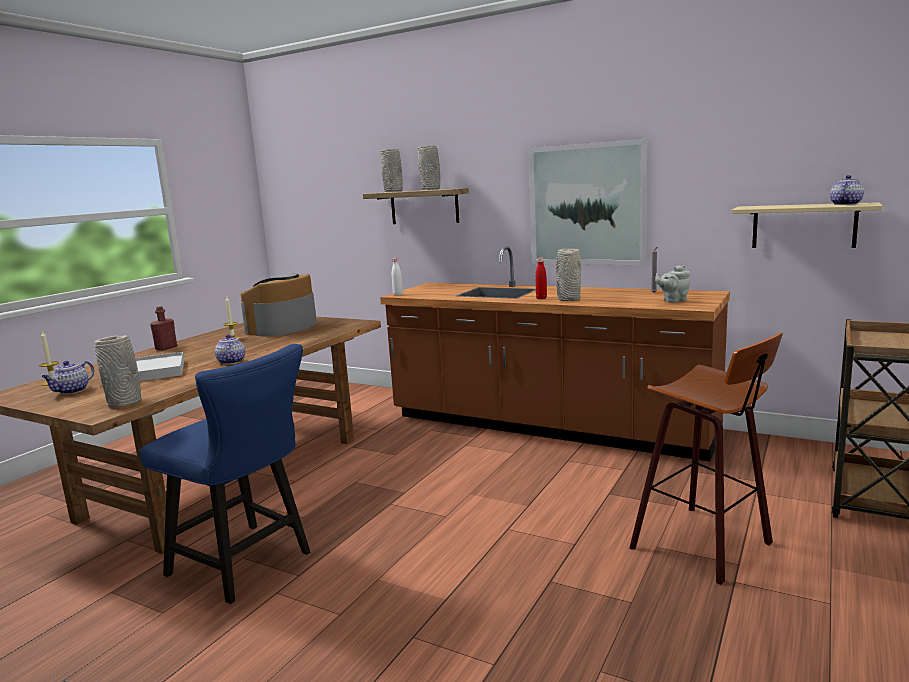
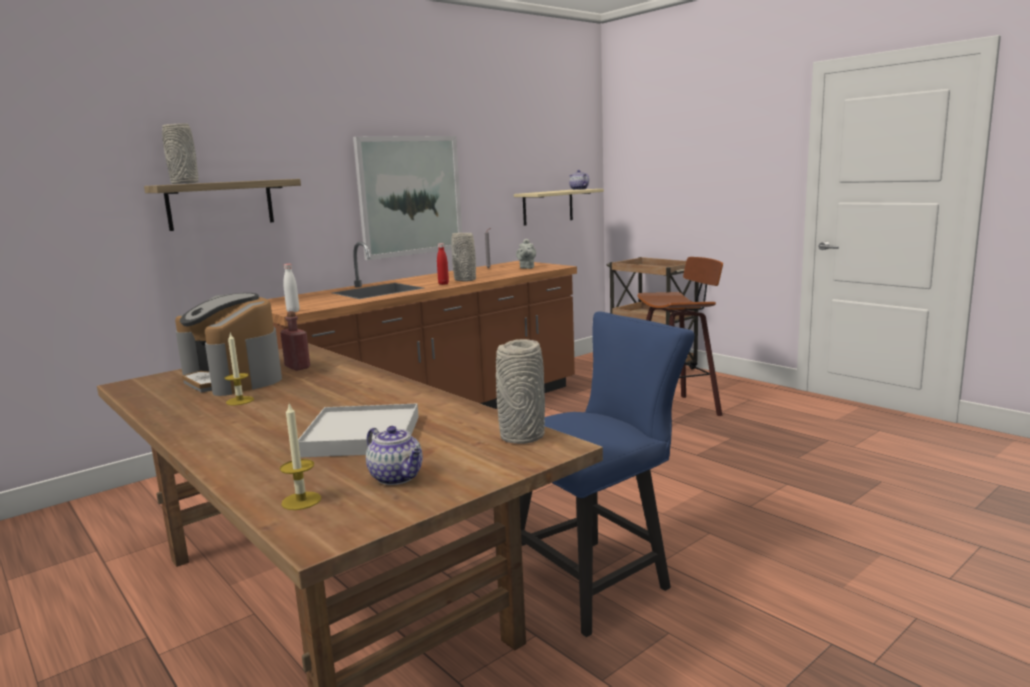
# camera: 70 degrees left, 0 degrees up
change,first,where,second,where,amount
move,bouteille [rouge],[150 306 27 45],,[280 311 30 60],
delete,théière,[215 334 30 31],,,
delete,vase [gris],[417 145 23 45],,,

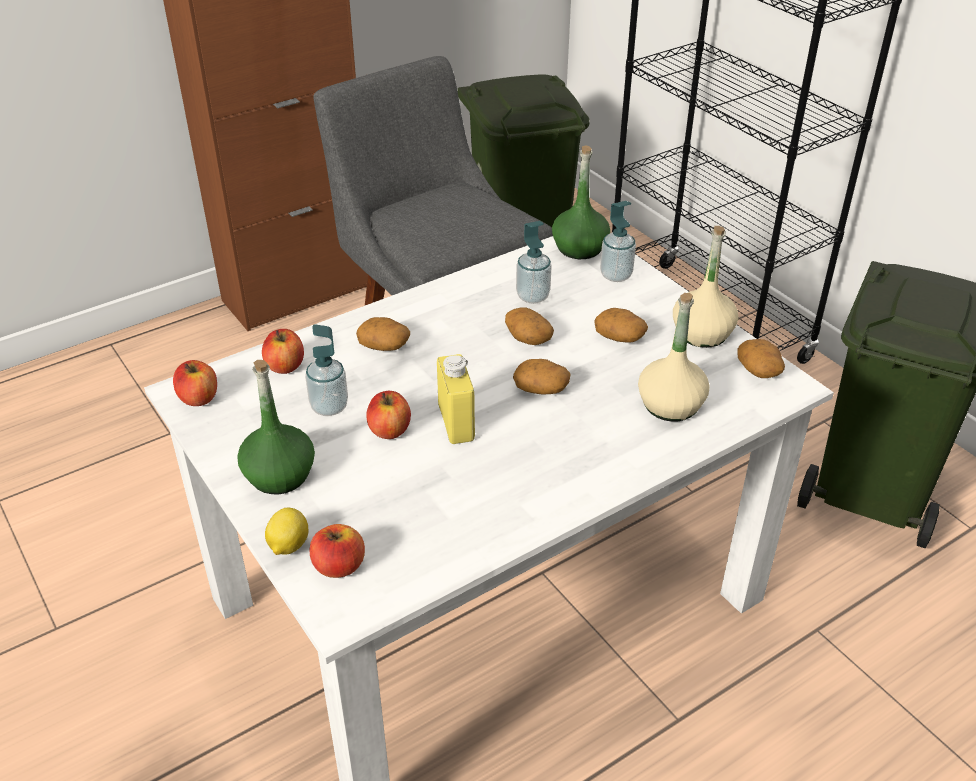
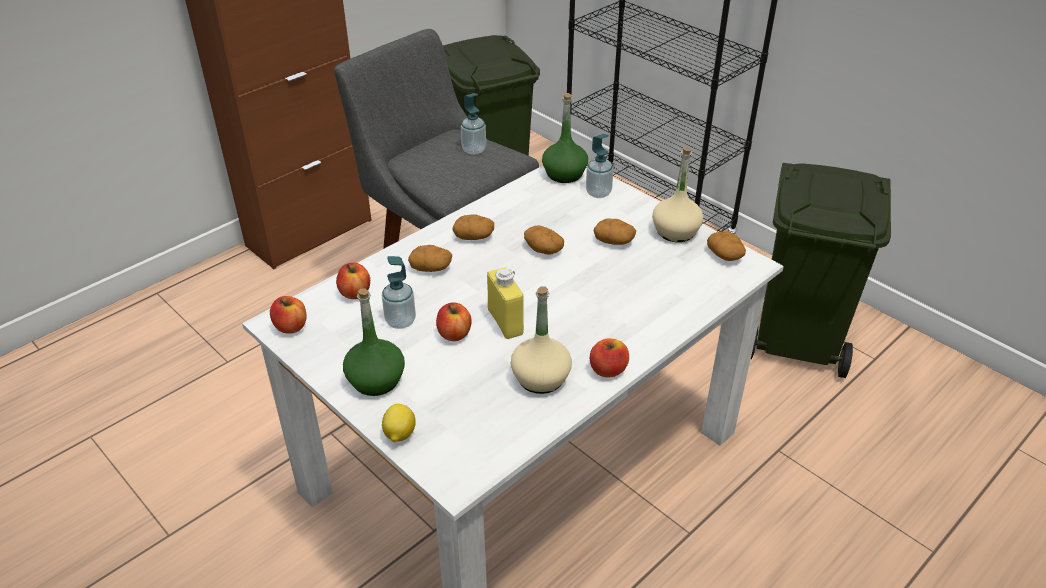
# camera: 10 degrees left, 0 degrees up
change,first,where,second,where,amount
move,pomme de terre,[513 359 58 36],,[452 214 42 26],
move,distributeur de savon,[516 221 36 83],,[461 93 25 62],
move,bouteille [beige],[638 293 72 129],,[511 286 61 108],
move,pomme,[309 524 56 54],,[590 338 39 40],

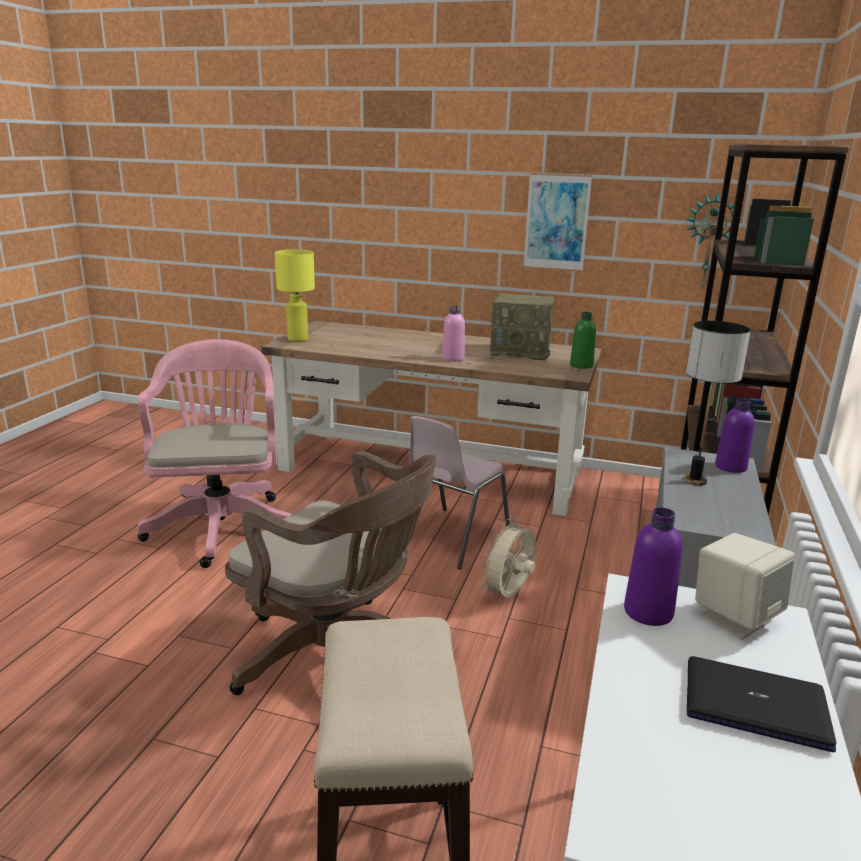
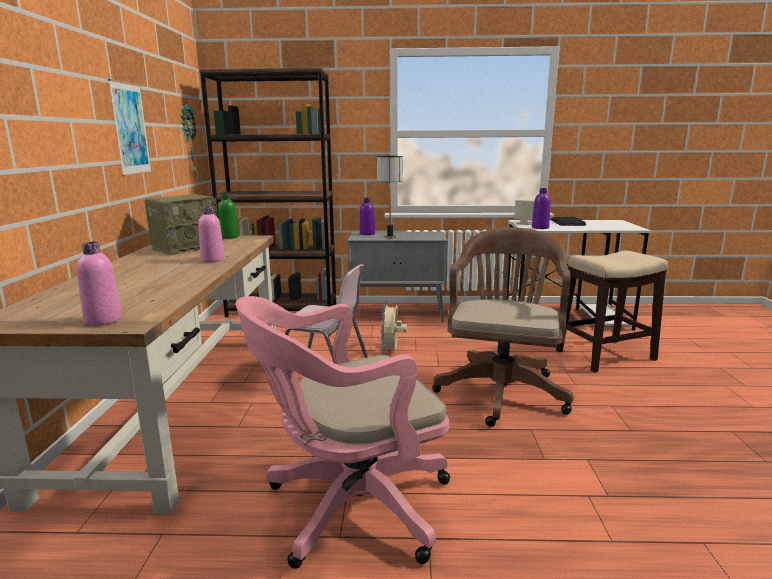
# camera: 105 degrees left, 5 degrees down
change,first,where,second,where,amount
replace,lampe de table [jaune],[275 250 40 91],bouteille [rose],[76 242 46 84],
rotate,radio,[490 293 64 67],,[144 194 79 61],45 degrees clockwise
rotate,ventilateur [beige],[479 518 57 79],,[380 301 27 53],75 degrees clockwise

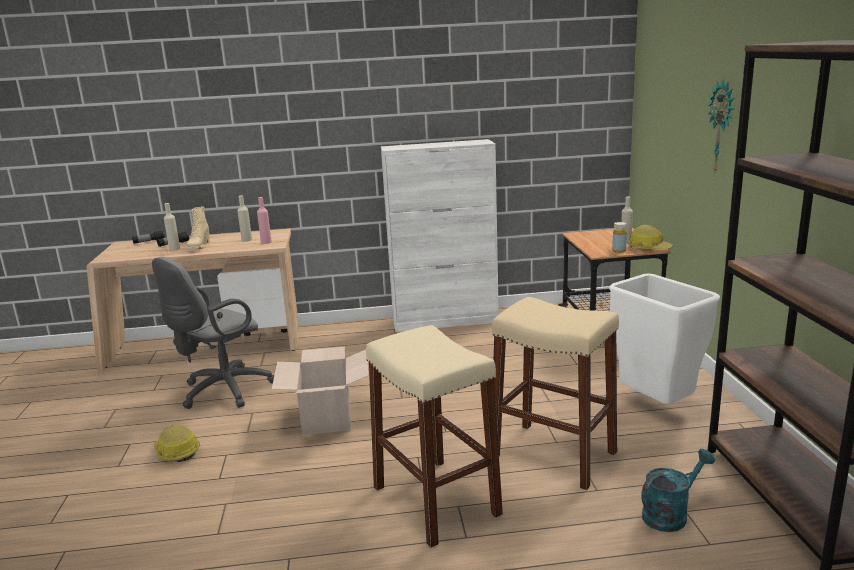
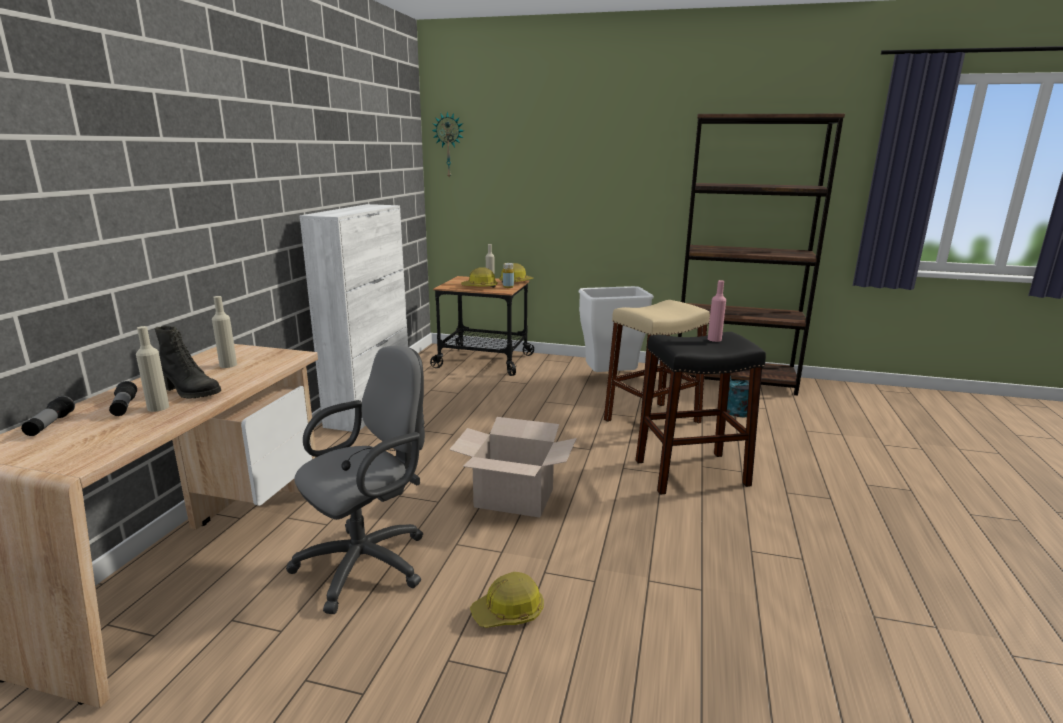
# camera: 70 degrees left, 0 degrees up
change,first,where,second,where,amount
recolor,botte [beige],[186 206 23 44],botte [noir],[154 326 67 73],
rotate,chaise de bureau [gris],[152 257 122 152],,[286 346 139 268],105 degrees counterclockwise
move,horloge murale,[708 80 26 92],,[432 111 32 68],
insert,,,casque de chantier,[461 267 37 21],
recolor,tabouret [beige],[366 325 137 223],tabouret [noir],[636 332 130 163],
move,bouteille [rose],[257 197 15 47],,[708 280 18 62],

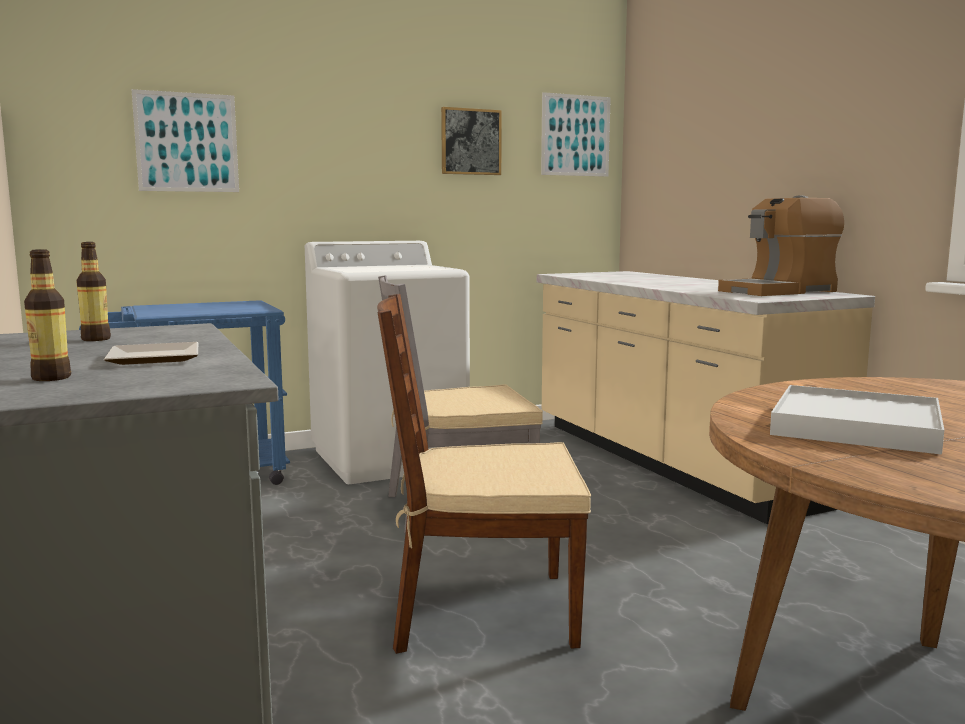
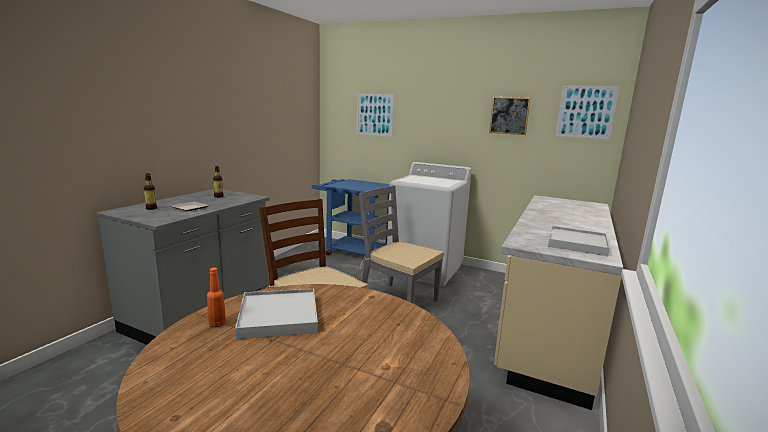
# camera: 50 degrees right, 5 degrees up
change,first,where,second,where,amount
insert,,,bouteille [orange],[207 267 19 60],
replace,machine à café,[718 196 126 100],plateau [blanc],[548 226 62 30],

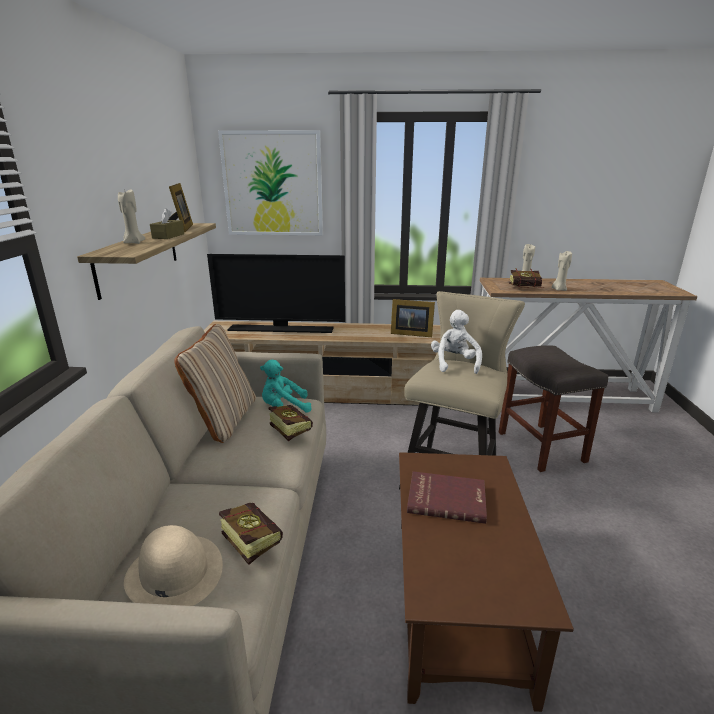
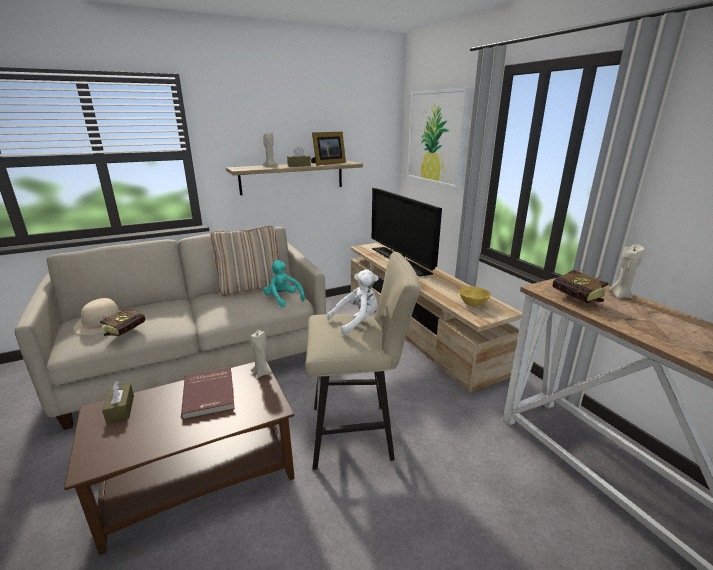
# camera: 60 degrees right, 0 degrees up
change,first,where,second,where,amount
insert,,,boîte à mouchoirs [marron],[102 381 32 43],
move,bougie [beige],[552 250 20 41],,[250 330 22 48],
replace,cadre photo,[391 299 44 38],bol [jaune],[459 286 32 20],
delete,livre,[269 405 44 36],,,
delete,tabouret [gris],[499 345 109 127],,,

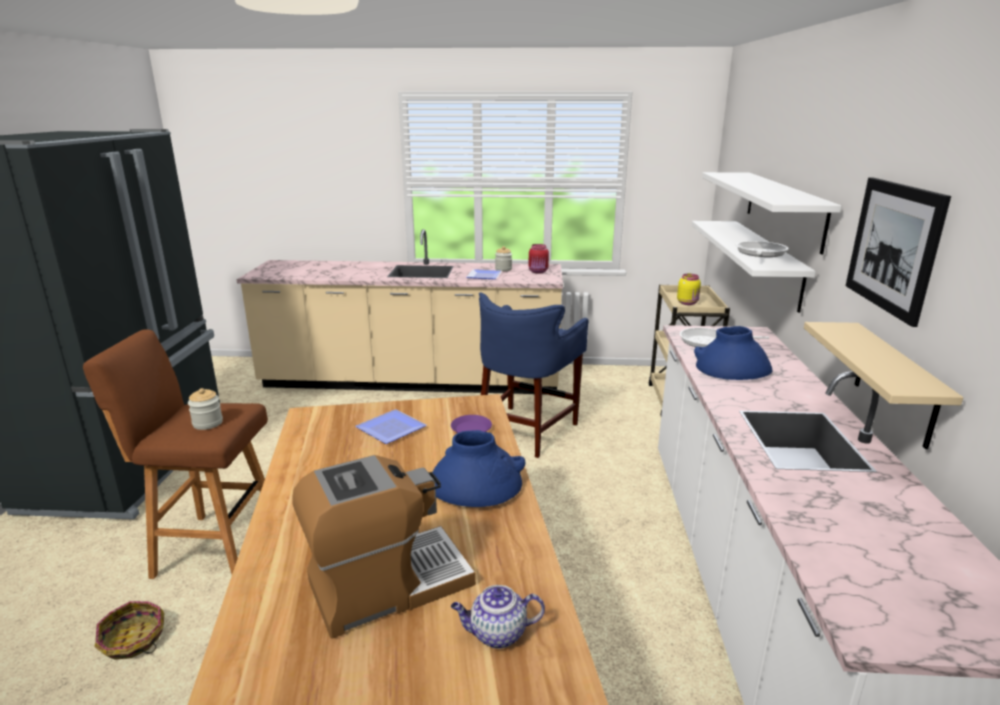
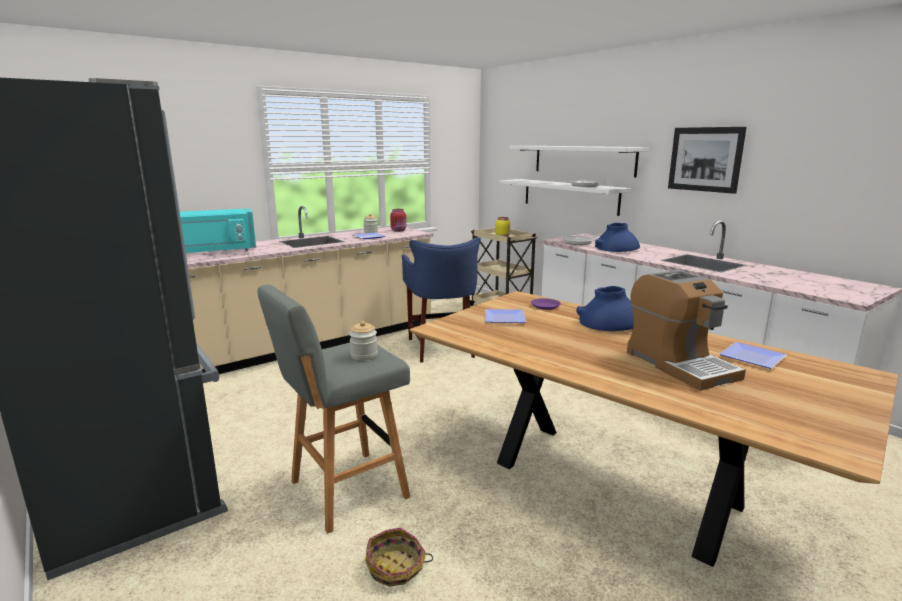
# camera: 40 degrees left, 5 degrees down
change,first,where,second,where,amount
insert,,,micro-ondes [turquoise],[180 208 76 45],
recolor,tabouret [marron],[83 329 185 250],tabouret [gris],[257 285 153 248],
rotate,machine à café,[292 455 184 184],,[627 270 119 121],135 degrees clockwise
replace,théière,[451 585 94 64],assiette,[719 342 68 27],
delete,étagère [beige],[804 322 159 127],,,

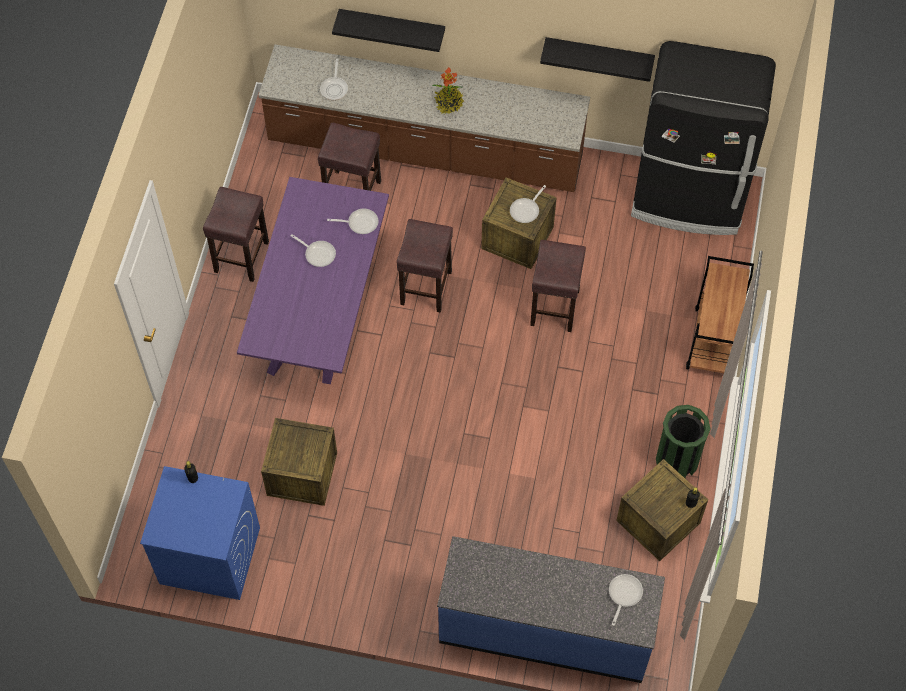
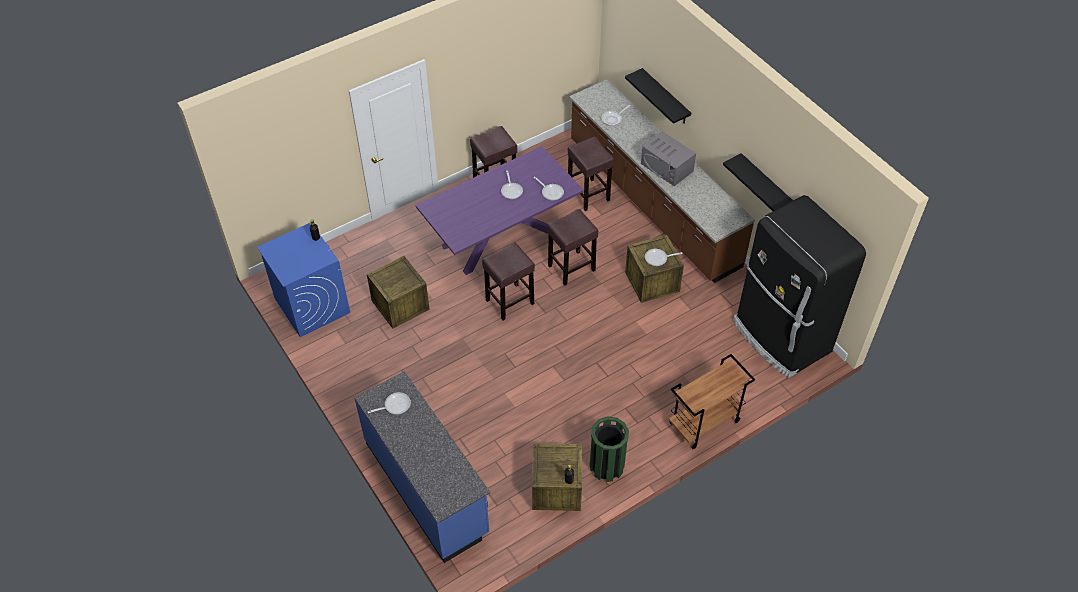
# camera: 45 degrees right, 10 degrees down
change,first,where,second,where,amount
move,poêle,[609 574 34 52],,[368 392 43 22],
move,tabouret [marron],[530 240 56 92],,[482 242 53 78],
replace,plante en pot,[432 67 32 47],micro-ondes [gris],[641 131 55 55],

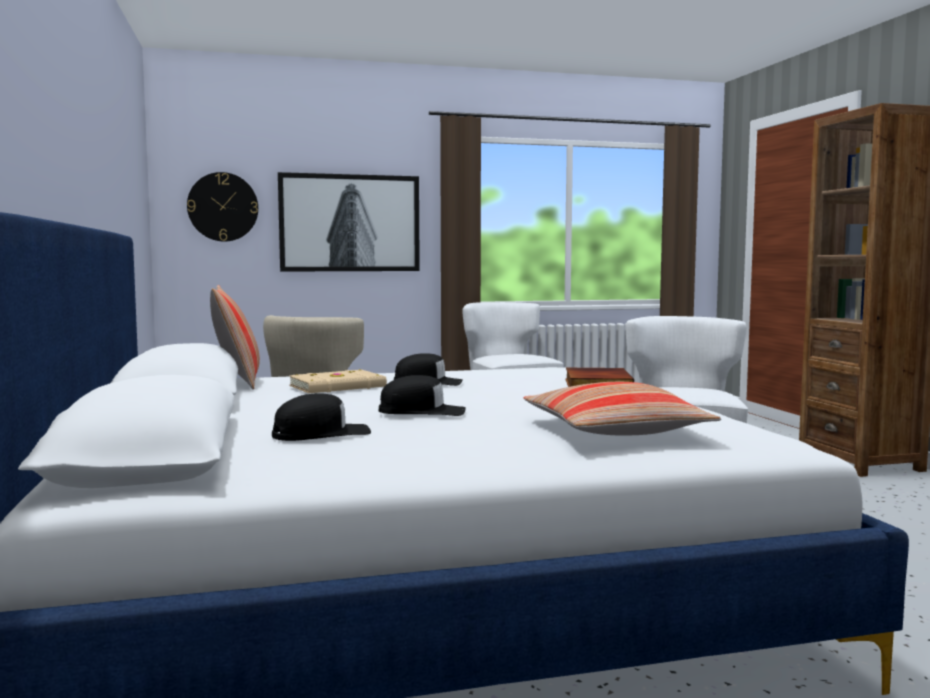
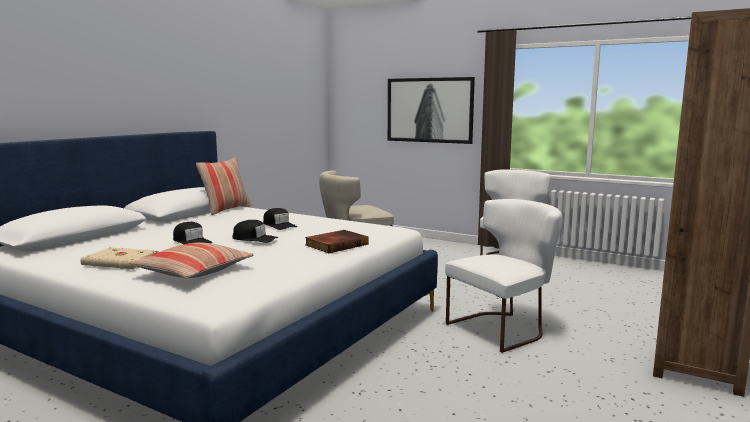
# camera: 45 degrees right, 5 degrees up
change,first,where,second,where,amount
move,livre [beige],[289 369 98 24],,[80 247 79 22],
move,casquette [noir],[272 393 99 48],,[232 220 46 23],
delete,horloge murale,[187 172 71 70],,,

